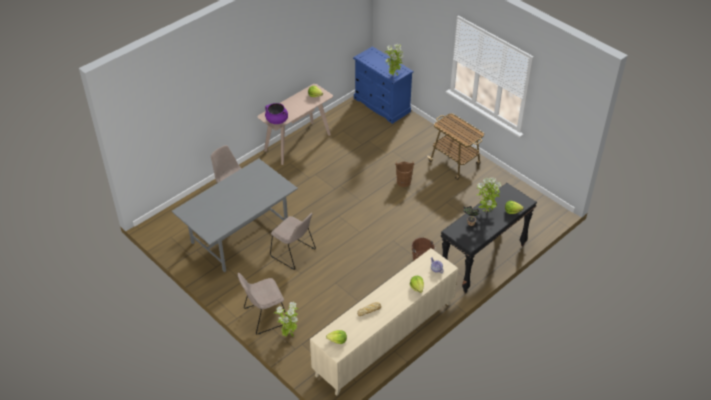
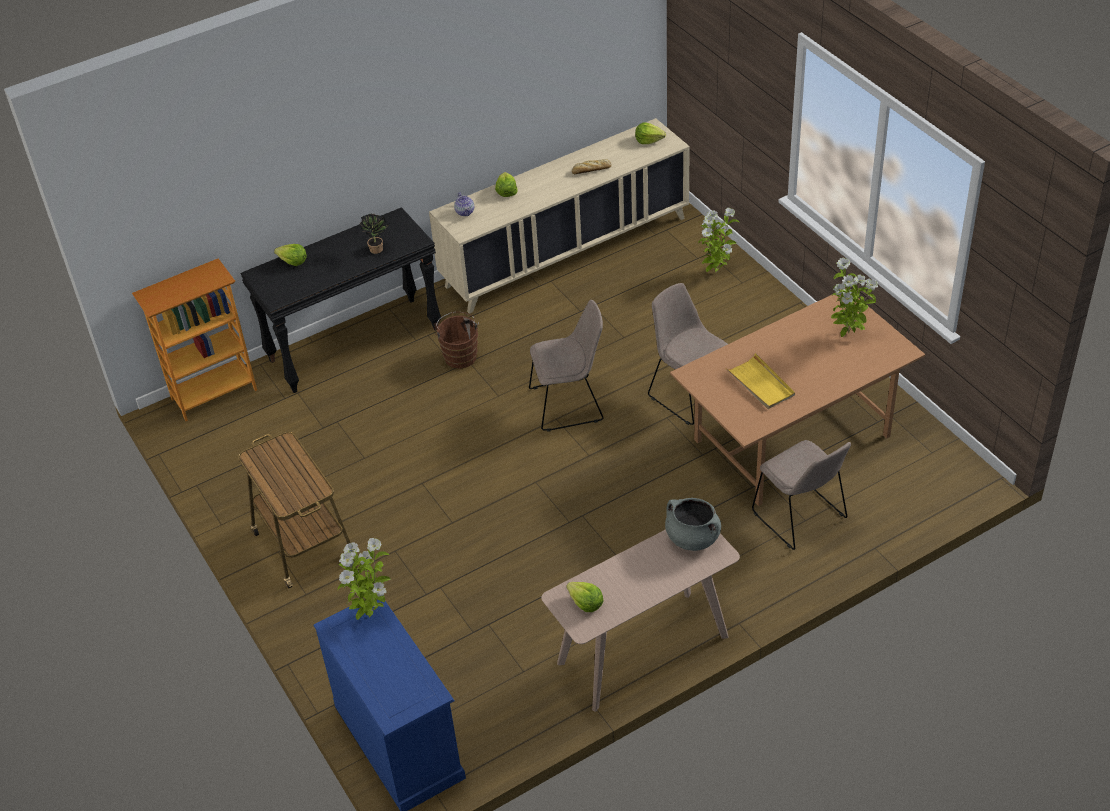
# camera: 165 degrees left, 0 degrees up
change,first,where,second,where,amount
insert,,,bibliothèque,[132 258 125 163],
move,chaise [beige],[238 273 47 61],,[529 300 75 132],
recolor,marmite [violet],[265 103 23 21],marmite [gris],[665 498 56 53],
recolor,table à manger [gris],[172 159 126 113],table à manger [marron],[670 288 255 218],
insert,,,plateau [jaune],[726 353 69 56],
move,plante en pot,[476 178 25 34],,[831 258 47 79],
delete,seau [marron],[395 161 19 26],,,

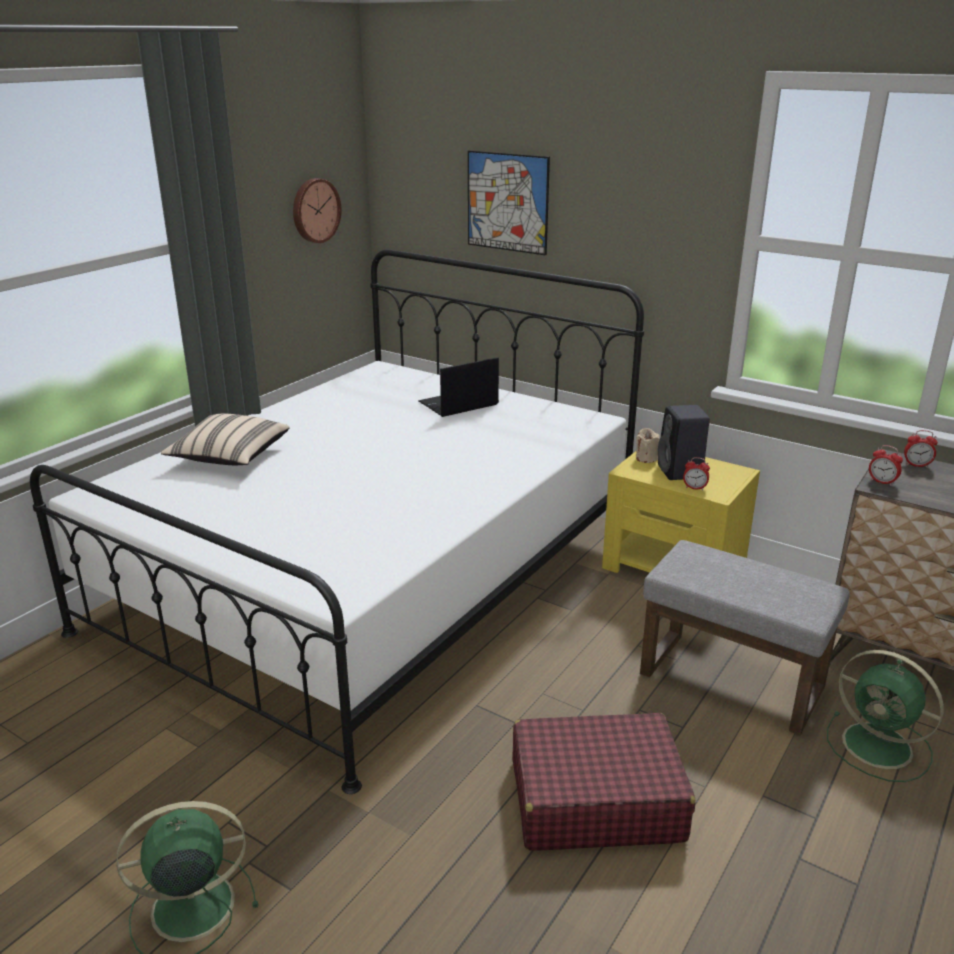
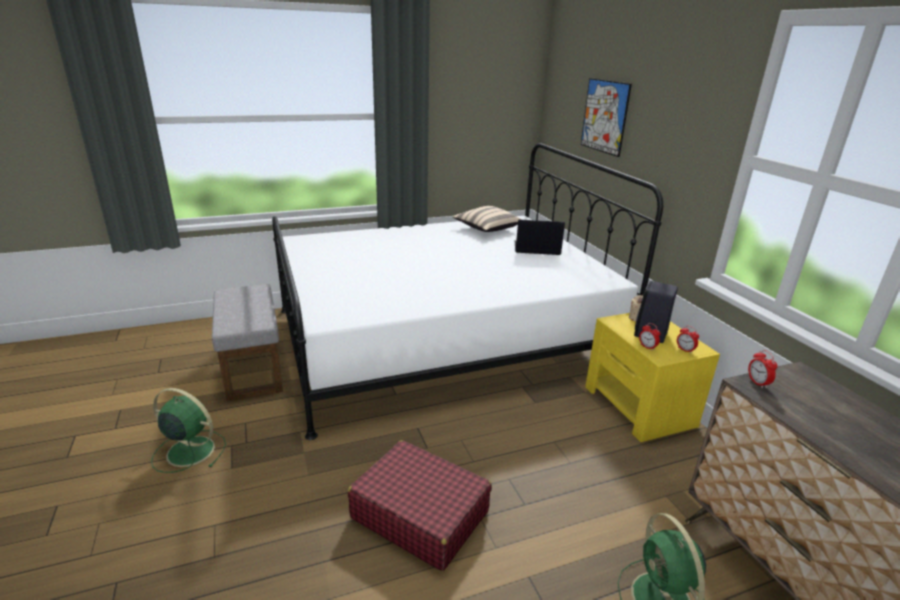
# camera: 35 degrees right, 0 degrees up
change,first,where,second,where,amount
move,pouf [gris],[640 540 210 196],,[212 284 71 118],
move,coussin [beige],[161 413 128 52],,[453 206 69 26],
move,réveil,[904 430 34 38],,[677 326 22 28],
delete,horloge murale,[293 178 48 65],,,

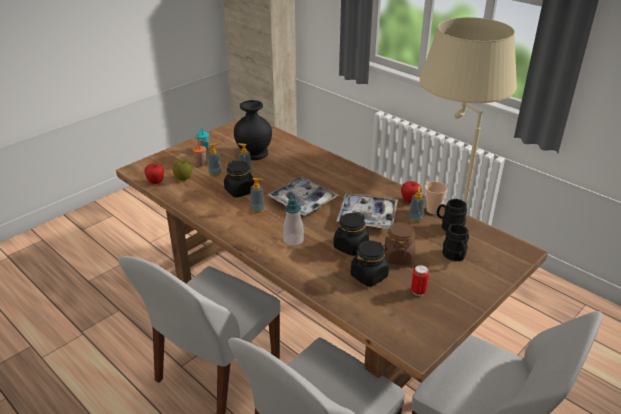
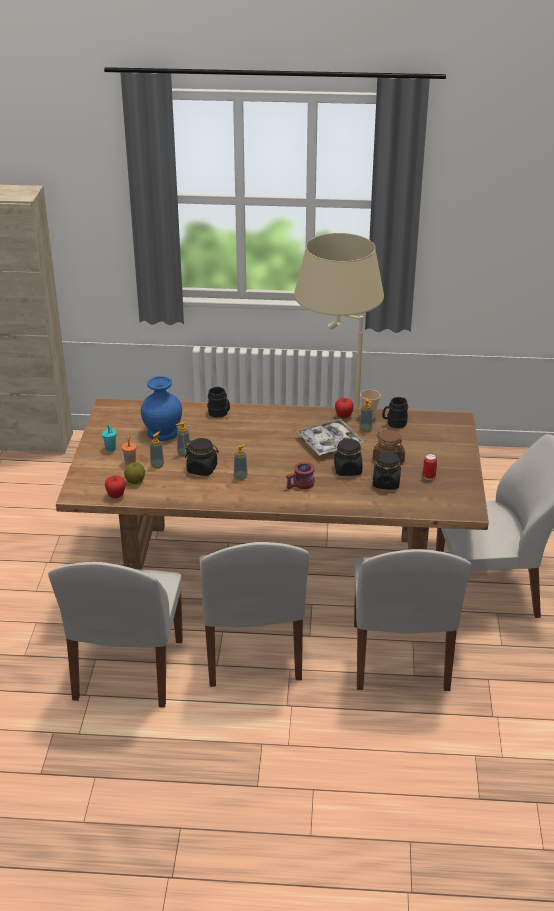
# camera: 40 degrees left, 0 degrees up
change,first,where,second,where,amount
insert,,,chaise [blanc],[48 562 135 146],
recolor,vase [noir],[234 100 38 60],vase [bleu],[141 376 41 65],
move,mug [noir],[442 224 27 37],,[207 387 23 31],
replace,distributeur de savon,[283 195 21 51],mug [rouge],[286 462 29 27],
delete,plateau,[268 176 71 40],,,

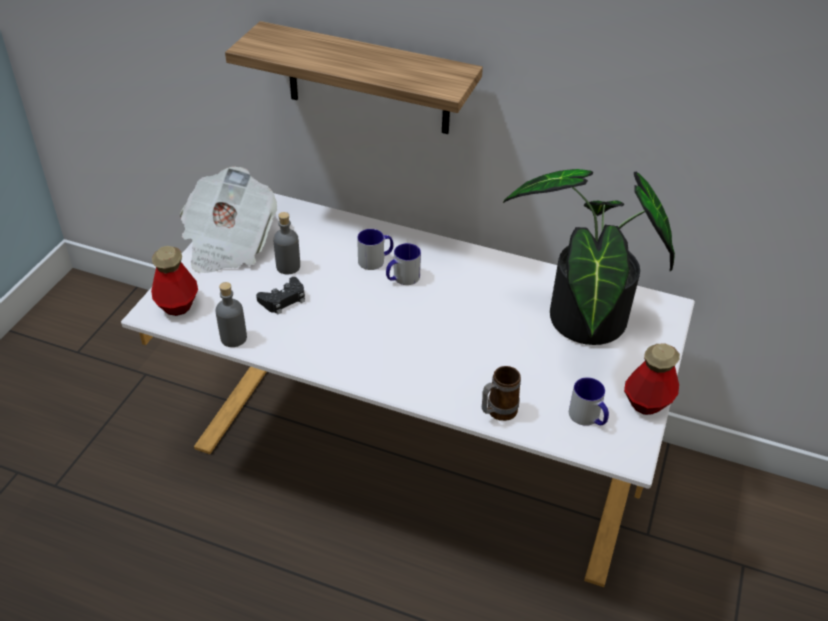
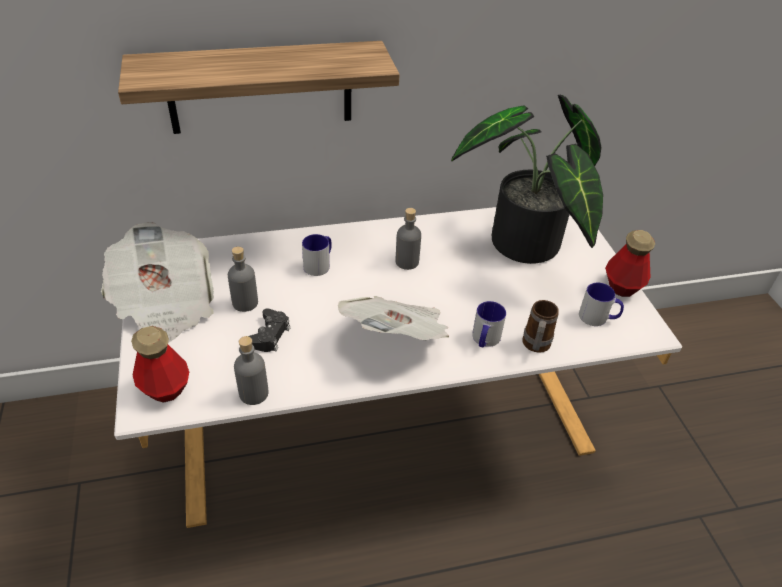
# camera: 35 degrees left, 0 degrees up
change,first,where,second,where,amount
insert,,,journal,[338 296 111 44],
insert,,,bouteille [gris],[396 208 25 62],
move,mug,[386 243 35 42],,[472 301 34 46],

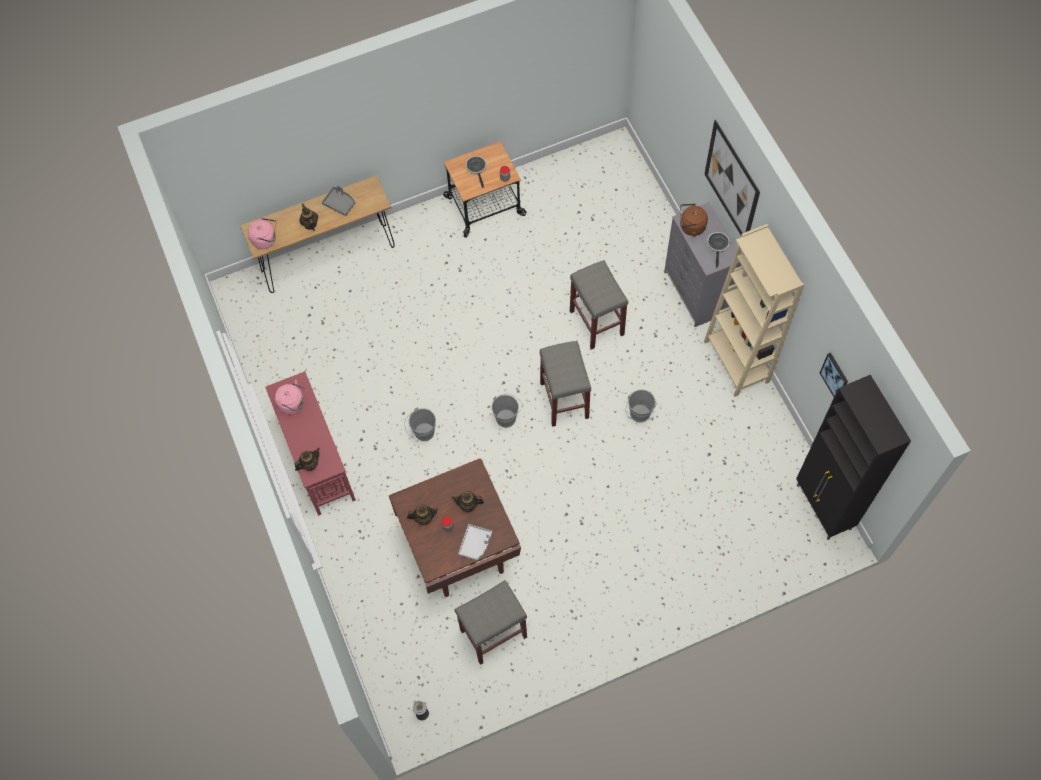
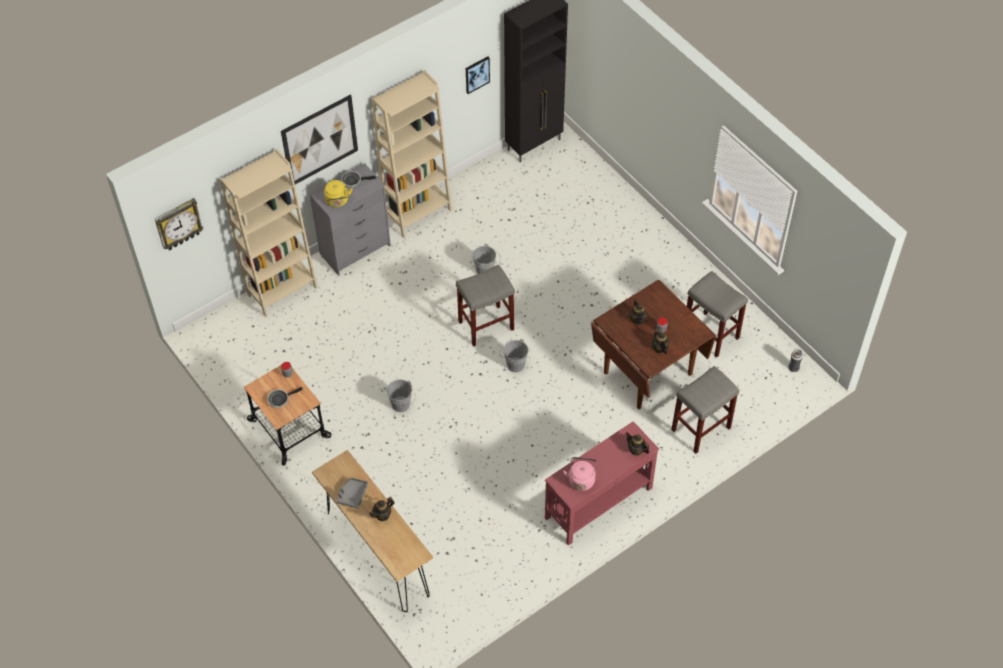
# camera: 105 degrees left, 10 degrees down
change,first,where,second,where,amount
insert,,,horloge murale,[155 198 49 52],
insert,,,bibliothèque [beige],[220 149 98 168],
recolor,bouilloire [marron],[680 204 28 33],bouilloire [jaune],[324 180 29 27],
move,seau [gris],[405 407 31 34],,[387 379 29 33],
move,tabouret [gris],[570 260 58 90],,[671 366 68 88],
delete,bouilloire [rose],[248 216 28 33],,,
delete,plateau [gris],[458 524 34 36],,,

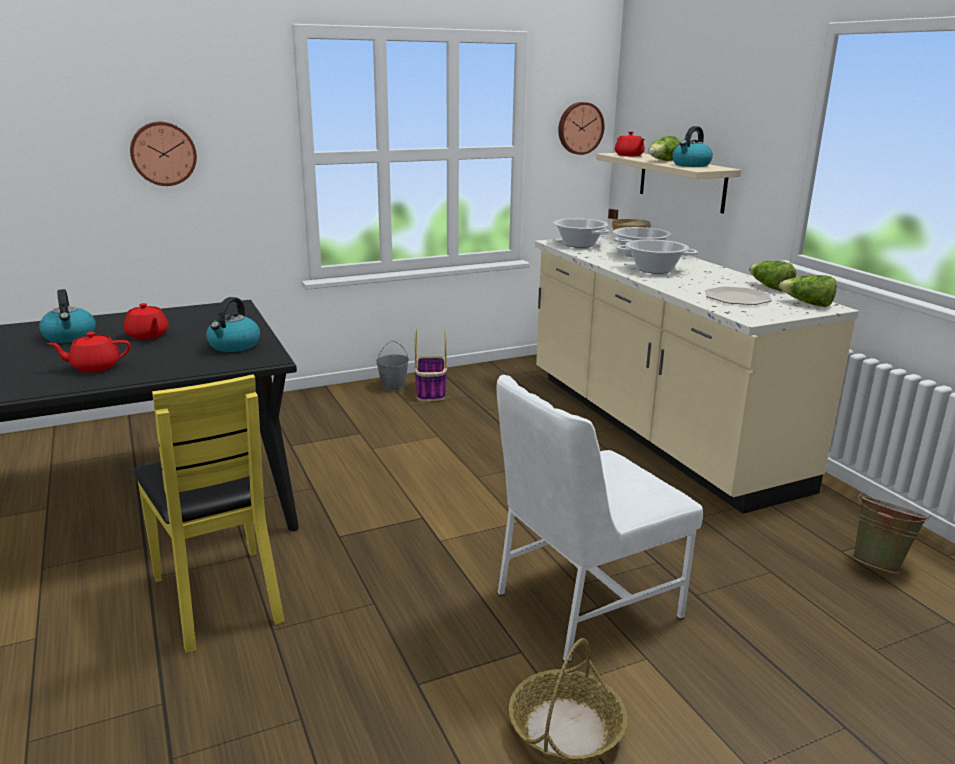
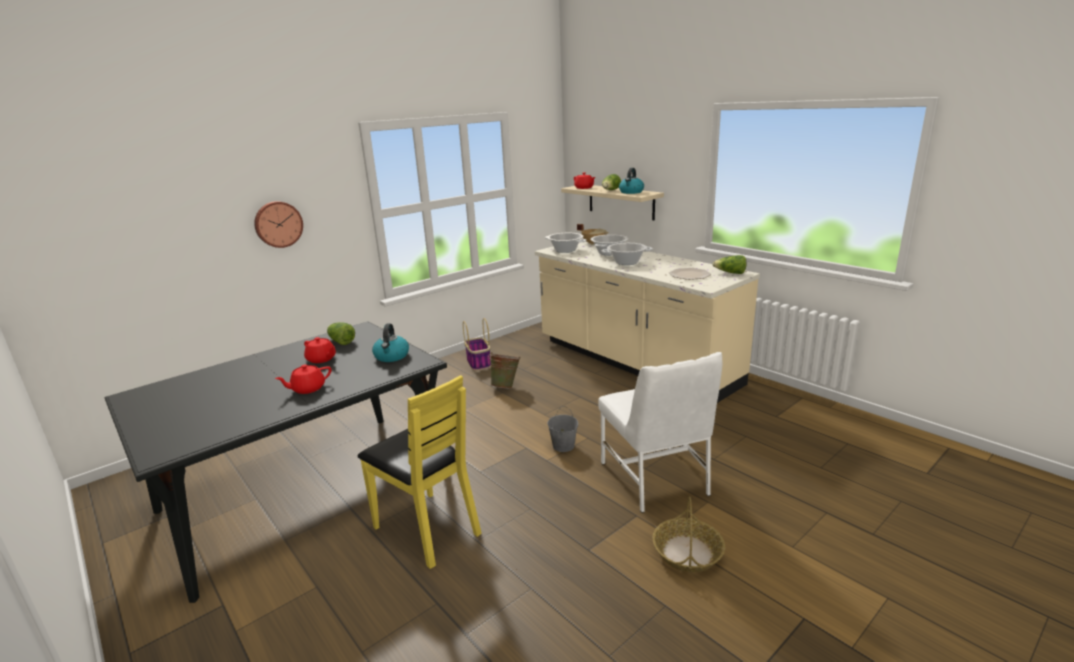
# camera: 15 degrees left, 0 degrees up
change,first,where,second,where,amount
move,laitue,[749 261 47 30],,[327 322 28 23],
move,seau [vert],[852 492 79 81],,[488 352 33 36],
move,seau [gris],[376 341 33 50],,[547 406 31 46],
rotate,chaise [blanc],[497 375 206 287],,[598 352 124 161],60 degrees counterclockwise
delete,bouilloire,[39 289 57 54],,,
delete,horloge murale,[558 102 47 53],,,

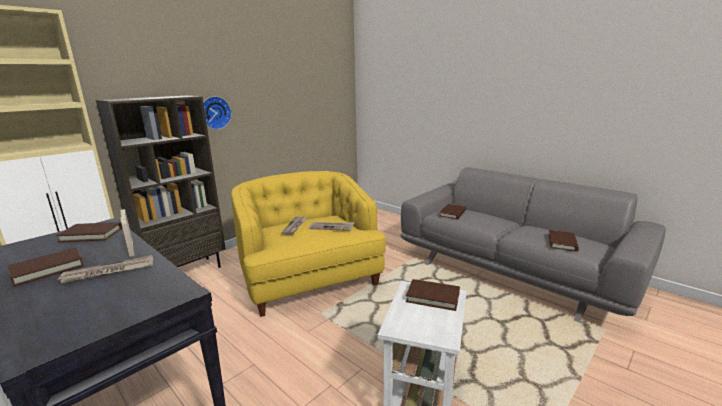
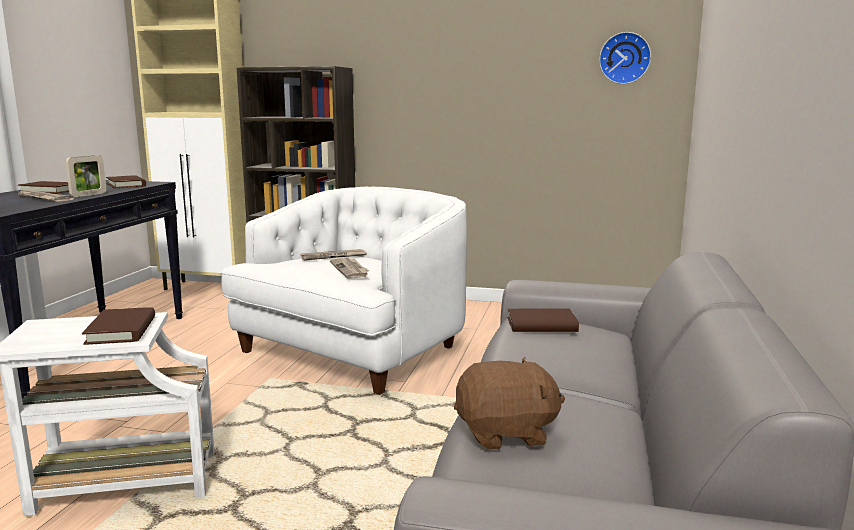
# camera: 60 degrees right, 5 degrees down
change,first,where,second,where,amount
recolor,fauteuil [jaune],[232 171 154 146],fauteuil [blanc],[221 187 246 208],
replace,livre [marron],[548 230 31 22],peluche [marron],[454 357 111 93],
move,horloge murale,[203 96 29 33],,[599 32 52 52],

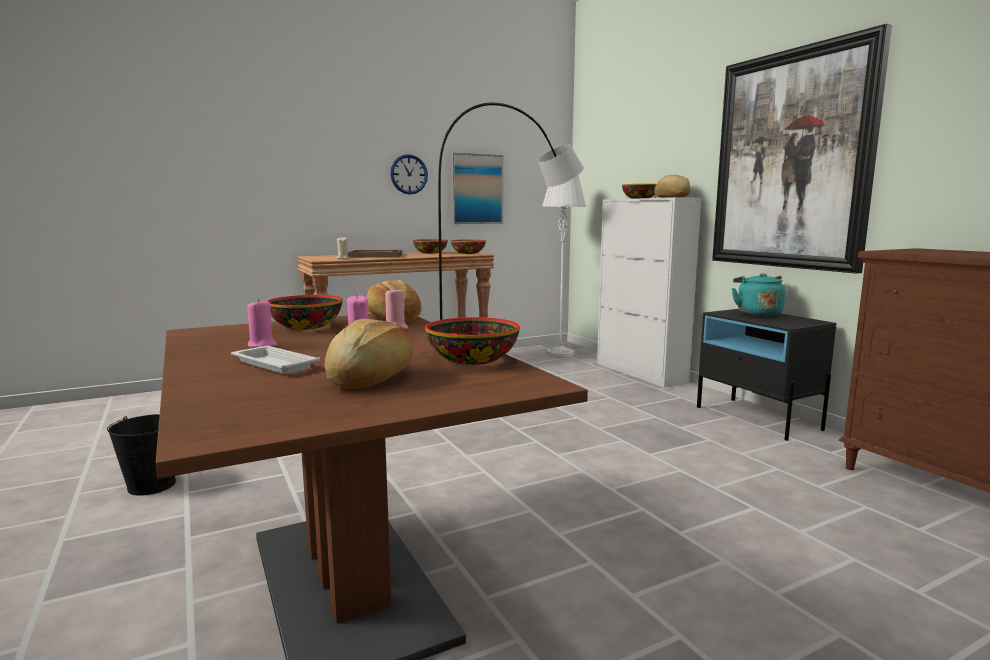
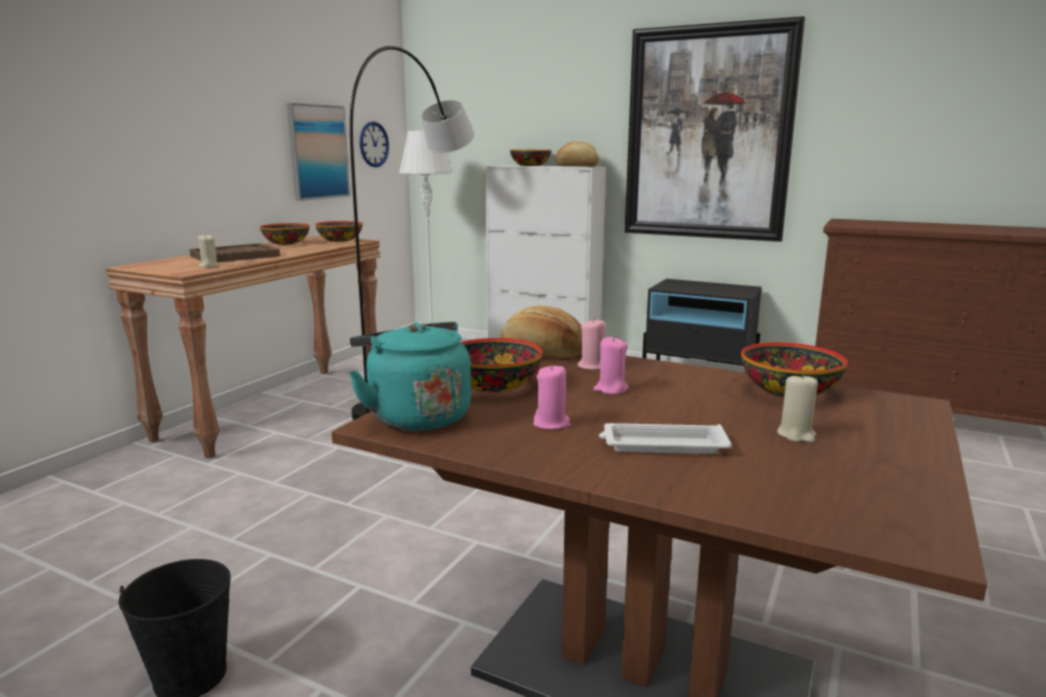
# camera: 35 degrees left, 5 degrees up
change,first,where,second,where,amount
move,bouilloire [turquoise],[732 273 53 44],,[349 322 122 109],
move,horloge murale,[390 154 38 40],,[360 121 29 46],
replace,pain,[324 319 89 70],bougie [beige],[777 373 41 69],

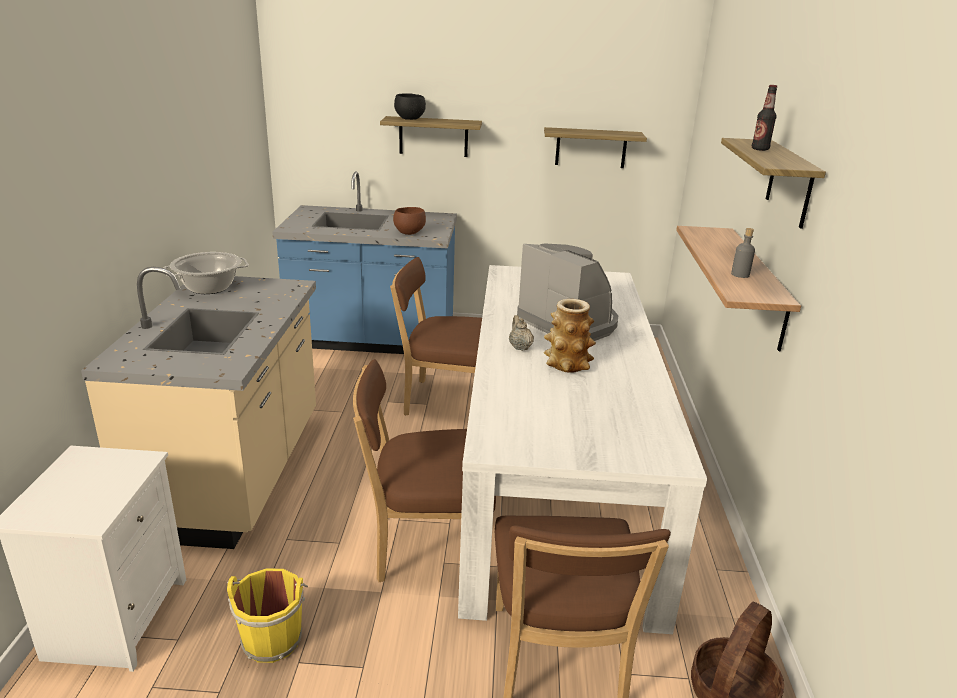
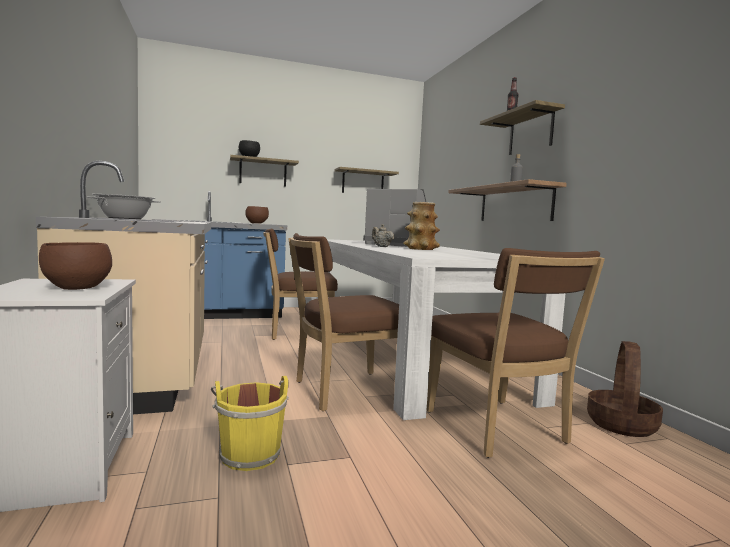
# camera: 20 degrees left, 20 degrees down
change,first,where,second,where,amount
insert,,,bol [marron],[39 242 73 48],

